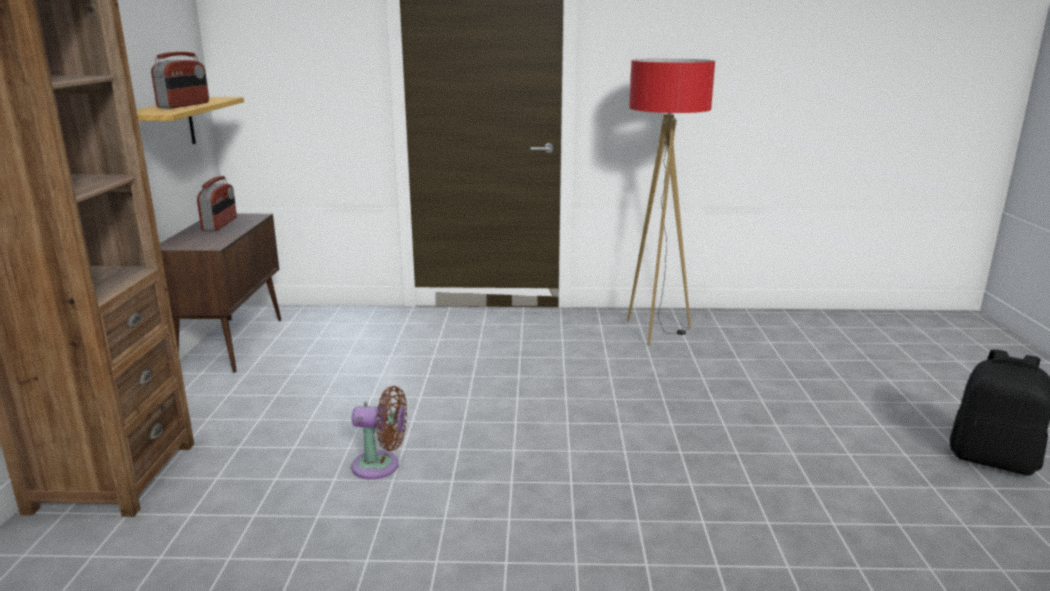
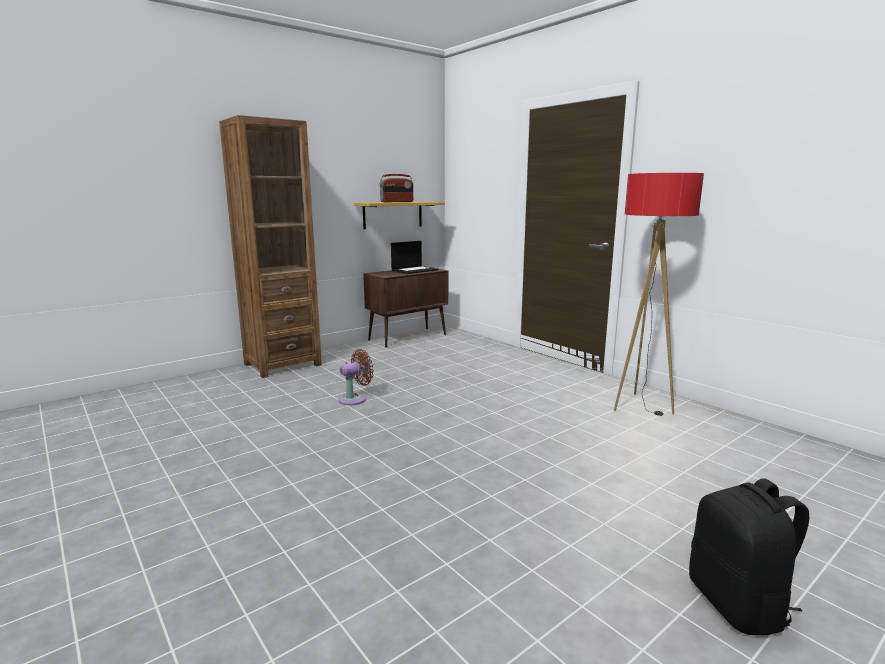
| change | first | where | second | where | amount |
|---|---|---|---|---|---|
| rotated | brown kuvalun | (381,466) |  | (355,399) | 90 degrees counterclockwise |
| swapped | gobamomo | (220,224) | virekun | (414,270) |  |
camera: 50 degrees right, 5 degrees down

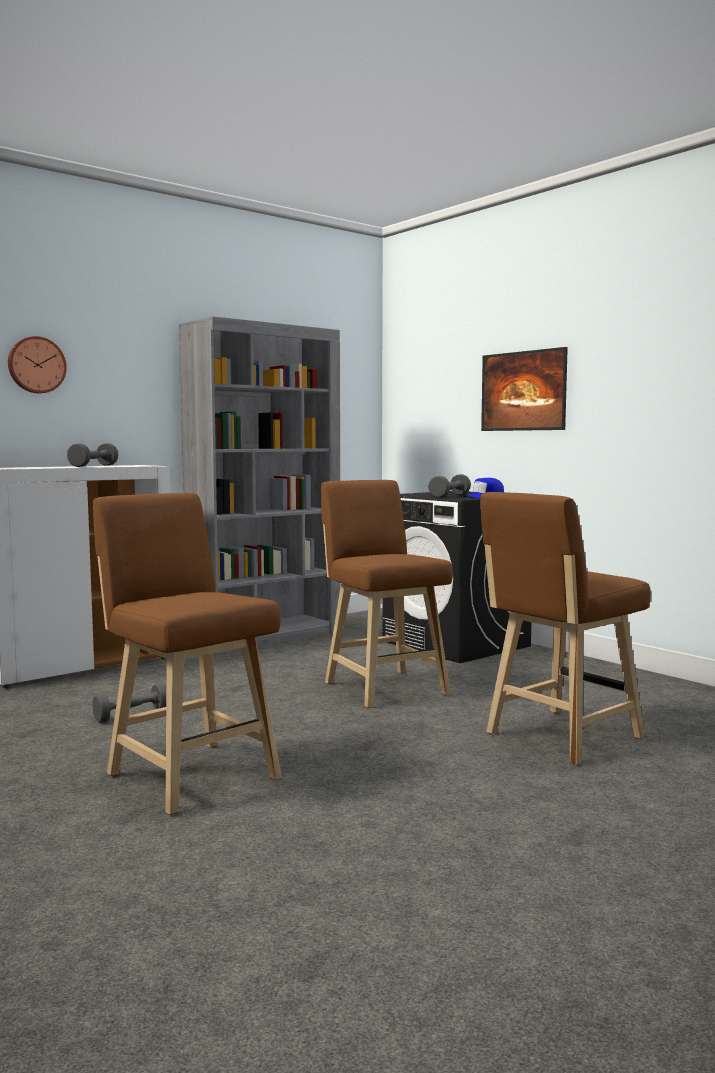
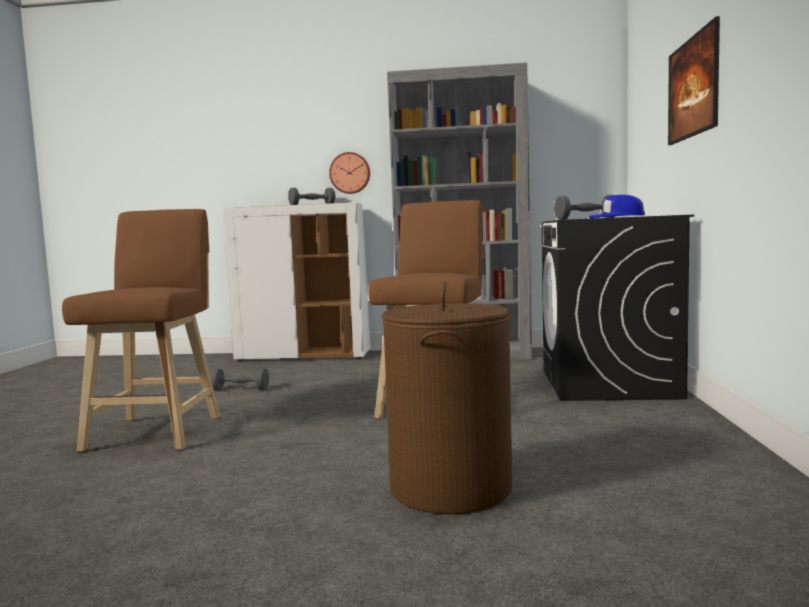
| change | first | where | second | where | amount |
|---|---|---|---|---|---|
| shifted | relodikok | (36,365) |  | (350,173) |  |
| swapped | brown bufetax | (558,738) | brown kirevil | (450,488) |  |
camera: 45 degrees right, 0 degrees up

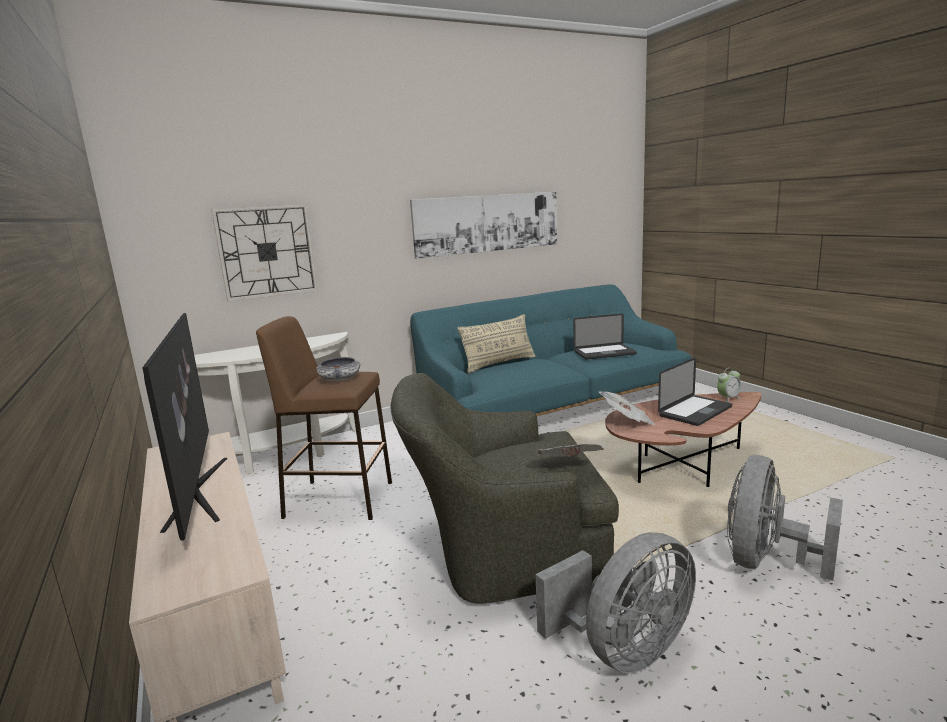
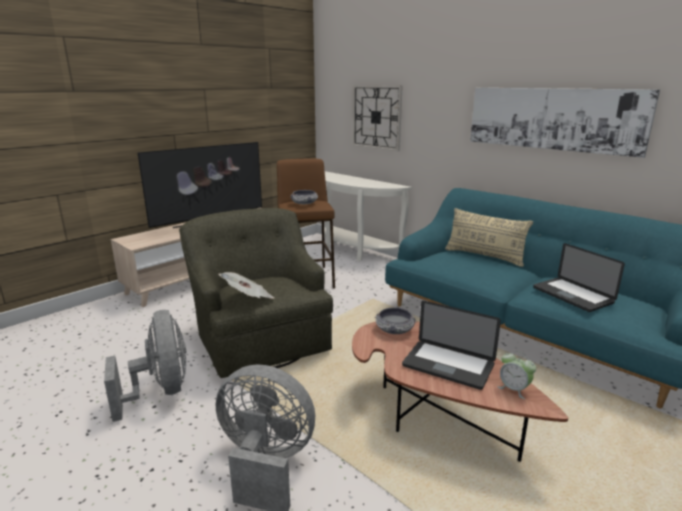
| change | first | where | second | where | amount |
|---|---|---|---|---|---|
| rotated | grey kuvalun | (624,650) |  | (161,391) | 150 degrees counterclockwise |
| swapped | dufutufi | (627,421) | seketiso | (394,329) |  |
camera: 70 degrees right, 5 degrees up

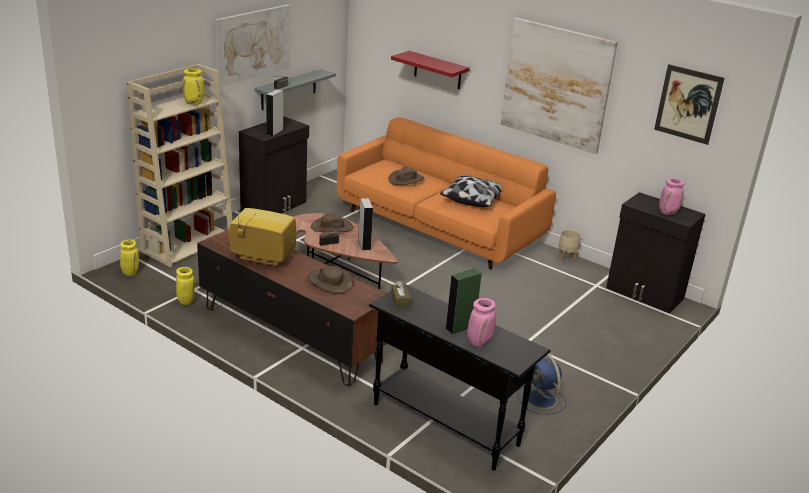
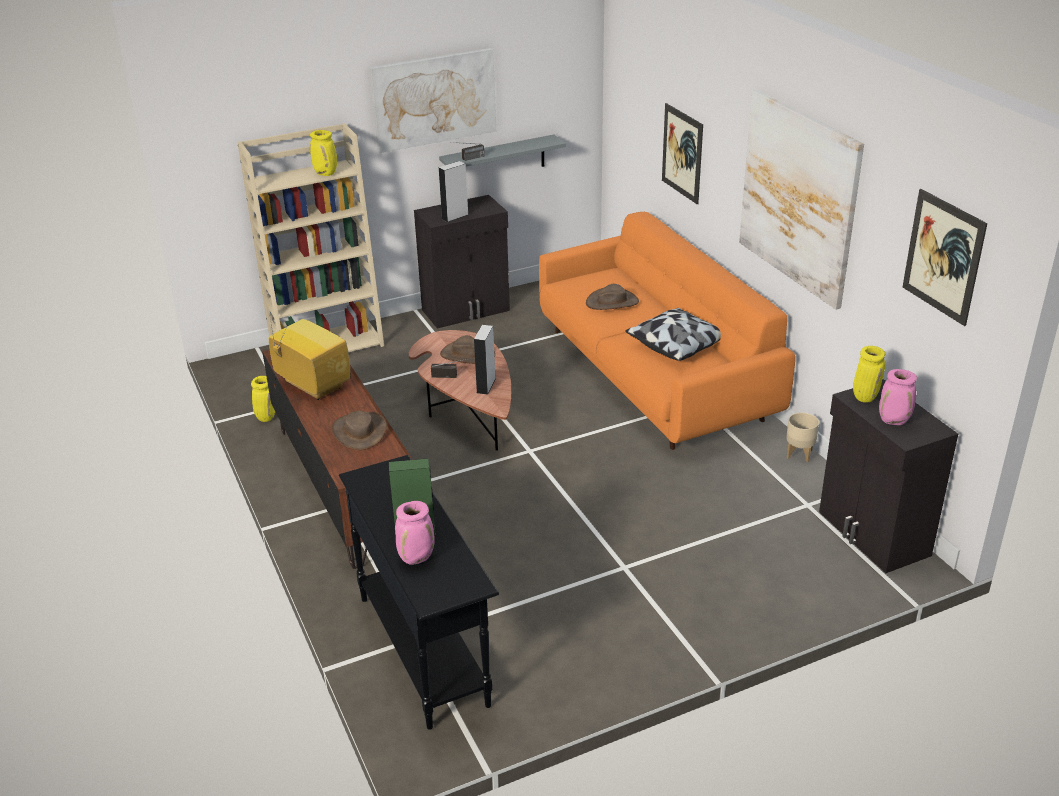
| change | first | where | second | where | amount |
|---|---|---|---|---|---|
| swapped | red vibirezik | (437,70) | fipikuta | (682,153) |  |
| shifted | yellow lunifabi | (130,272) |  | (864,397) |  |
| gone | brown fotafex | (400,301) |  |  |  |
| gone | blue kuvalun | (541,400) |  |  |  |
camera: 30 degrees right, 5 degrees up

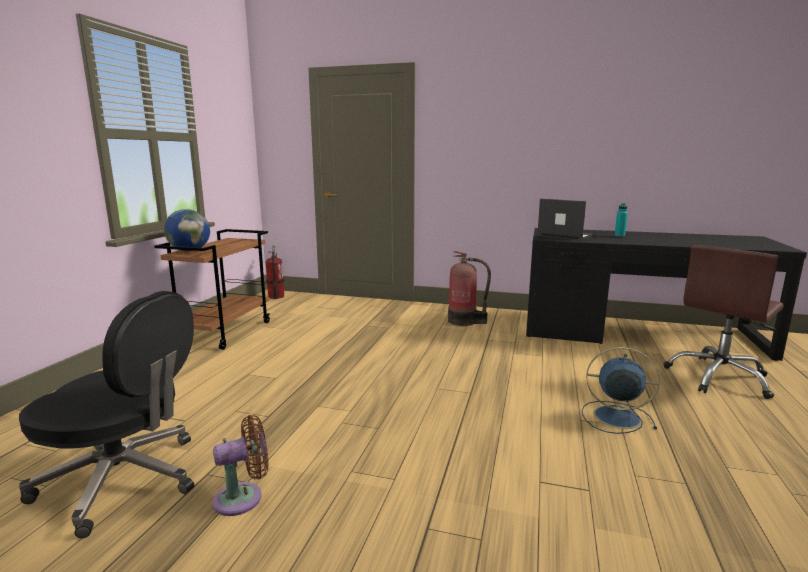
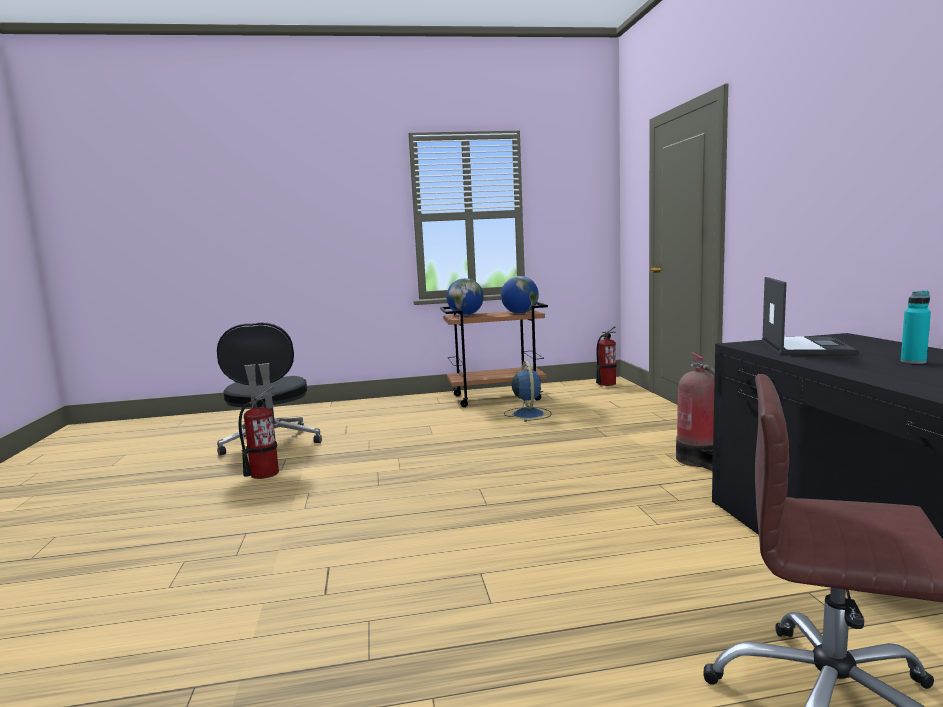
| change | first | where | second | where | amount |
|---|---|---|---|---|---|
| swapped | brown kuvalun | (243,498) | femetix | (264,474) |  |
| new |  |  | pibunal | (520,313) |  |
| shifted | blue kuvalun | (614,417) |  | (528,414) |  |
camera: 65 degrees right, 5 degrees down

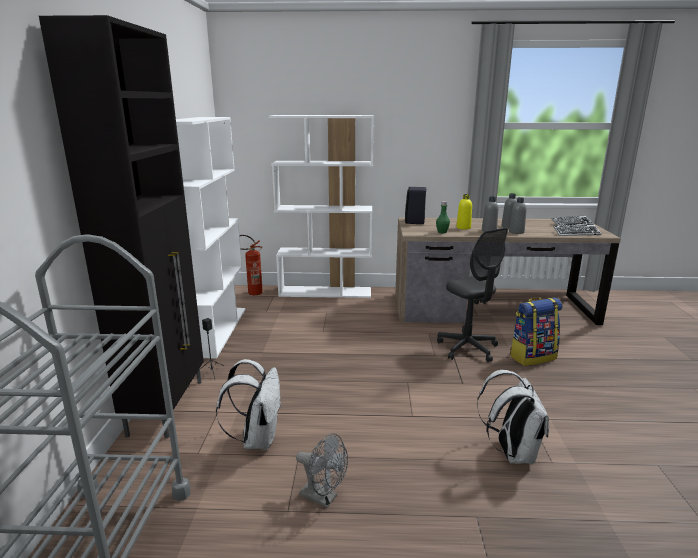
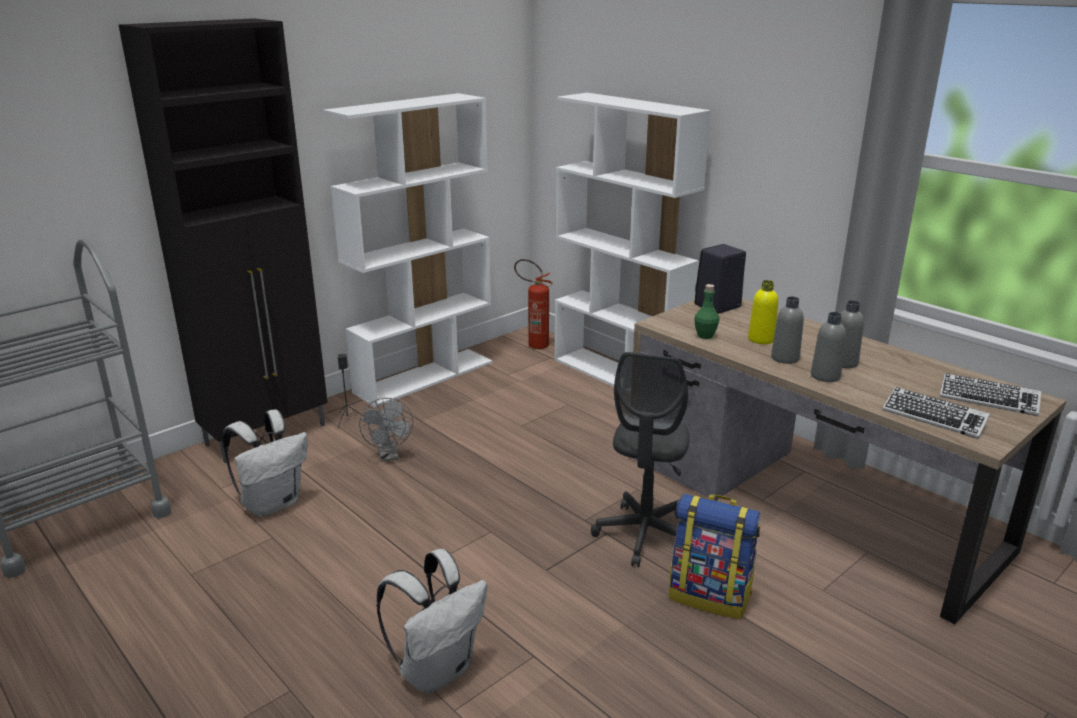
| change | first | where | second | where | amount |
|---|---|---|---|---|---|
| shifted | grey kuvalun | (323,497) |  | (389,456) |  |
camera: 45 degrees right, 5 degrees up

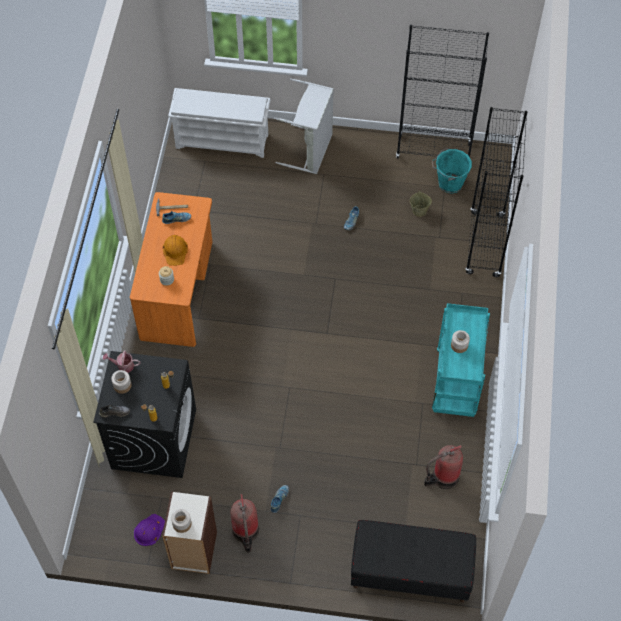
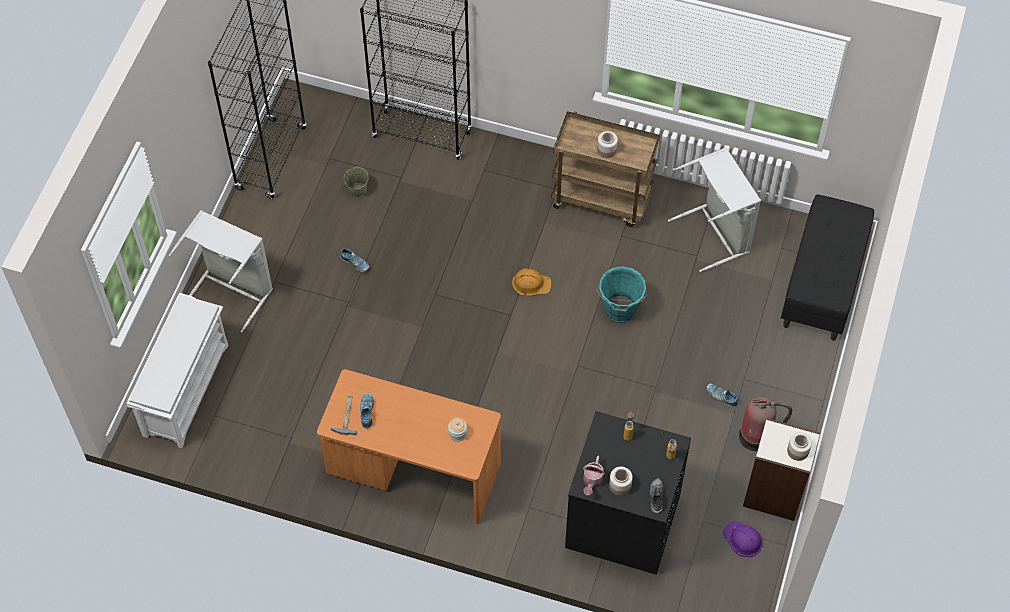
| change | first | where | second | where | amount |
|---|---|---|---|---|---|
| shifted | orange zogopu | (175,251) |  | (531,283) |  |
| repainted | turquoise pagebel | (456,384) | brown pagebel | (603,198) |  |
| shifted | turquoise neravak | (449,183) |  | (620,310) |  |
| swapped | femetix | (443,478) | grey kirevil | (716,233) |  |
camera: 80 degrees left, 0 degrees up

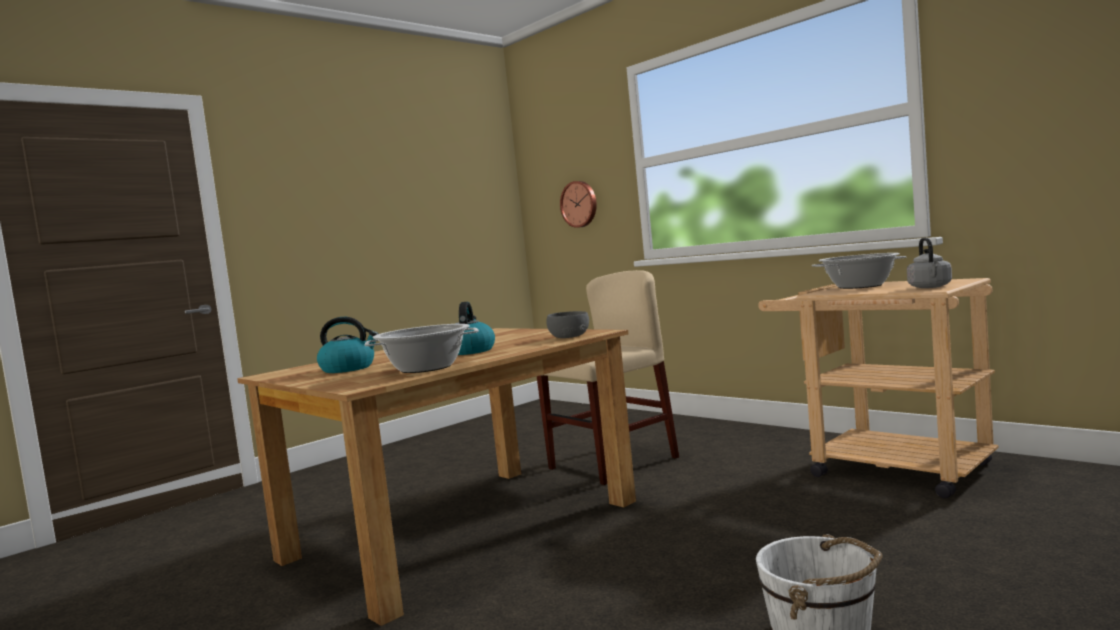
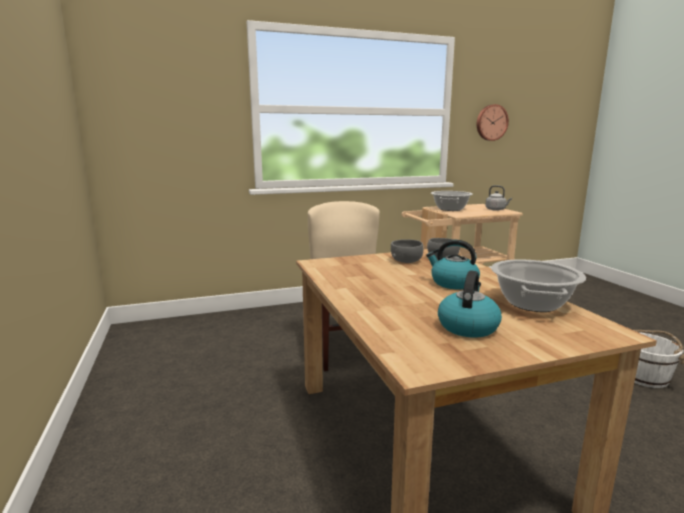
| change | first | where | second | where | amount |
|---|---|---|---|---|---|
| new |  |  | grey seketiso | (406,260) |  |
| shifted | relodikok | (579,204) |  | (491,122) |  |
camera: 65 degrees left, 10 degrees up

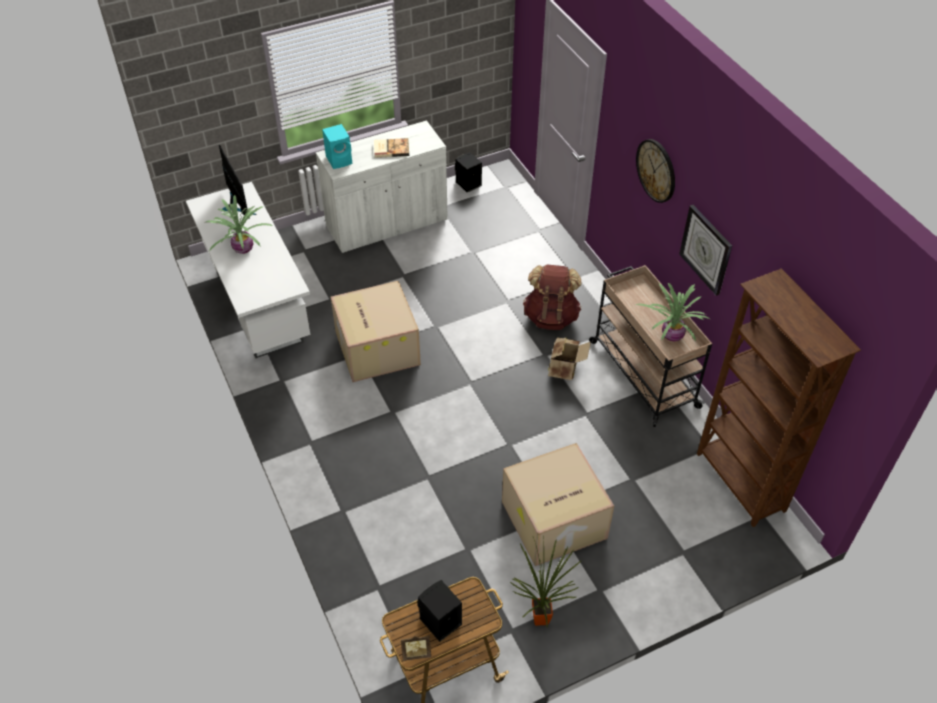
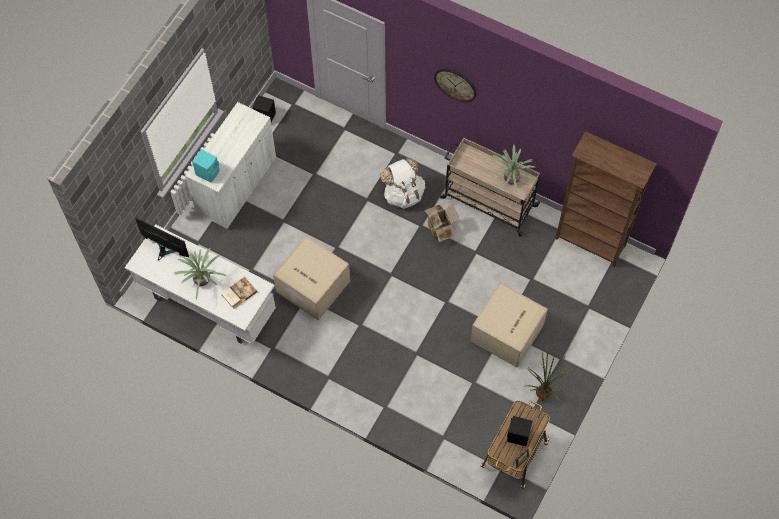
| change | first | where | second | where | amount |
|---|---|---|---|---|---|
| shifted | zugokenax | (391,149) |  | (238,293) |  |
| repainted | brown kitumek | (551,316) | white kitumek | (403,194) |  |
| gone | relodikok | (706,249) |  |  |  |
camera: 35 degrees left, 15 degrees up

